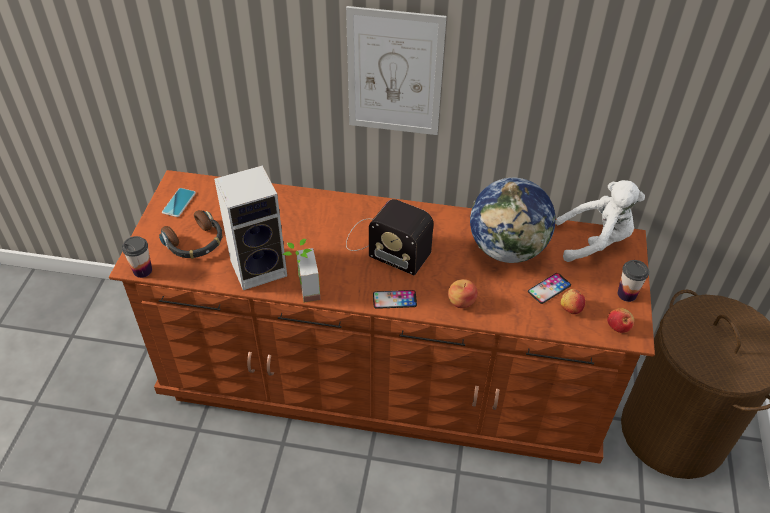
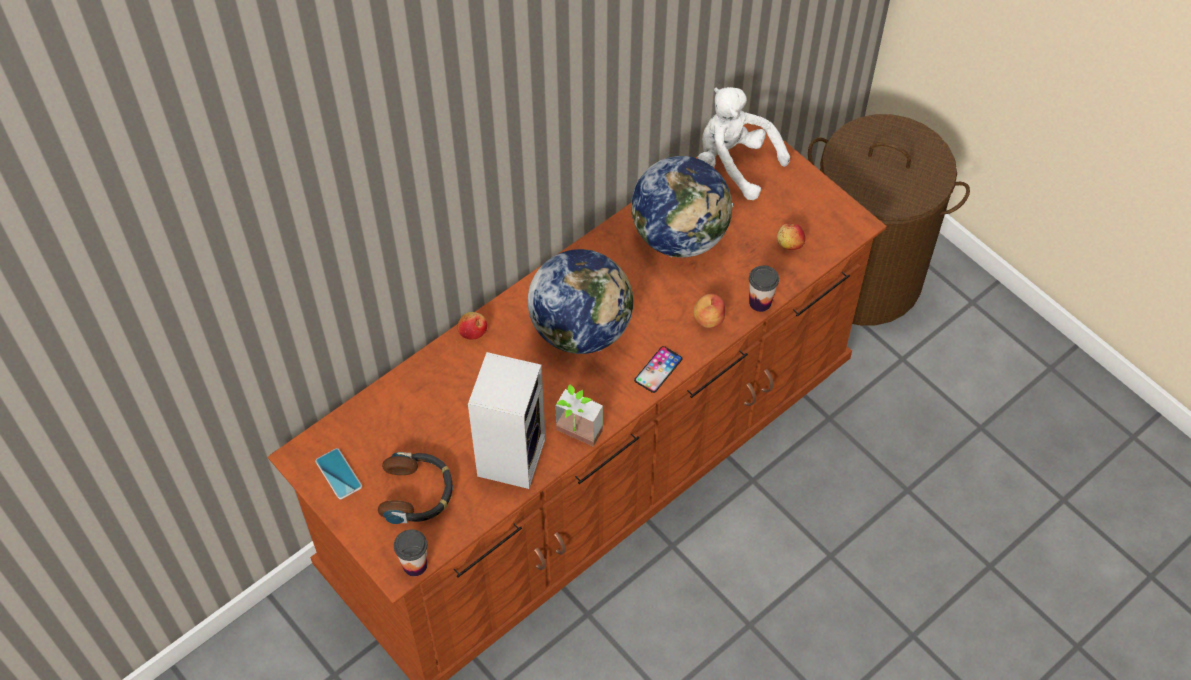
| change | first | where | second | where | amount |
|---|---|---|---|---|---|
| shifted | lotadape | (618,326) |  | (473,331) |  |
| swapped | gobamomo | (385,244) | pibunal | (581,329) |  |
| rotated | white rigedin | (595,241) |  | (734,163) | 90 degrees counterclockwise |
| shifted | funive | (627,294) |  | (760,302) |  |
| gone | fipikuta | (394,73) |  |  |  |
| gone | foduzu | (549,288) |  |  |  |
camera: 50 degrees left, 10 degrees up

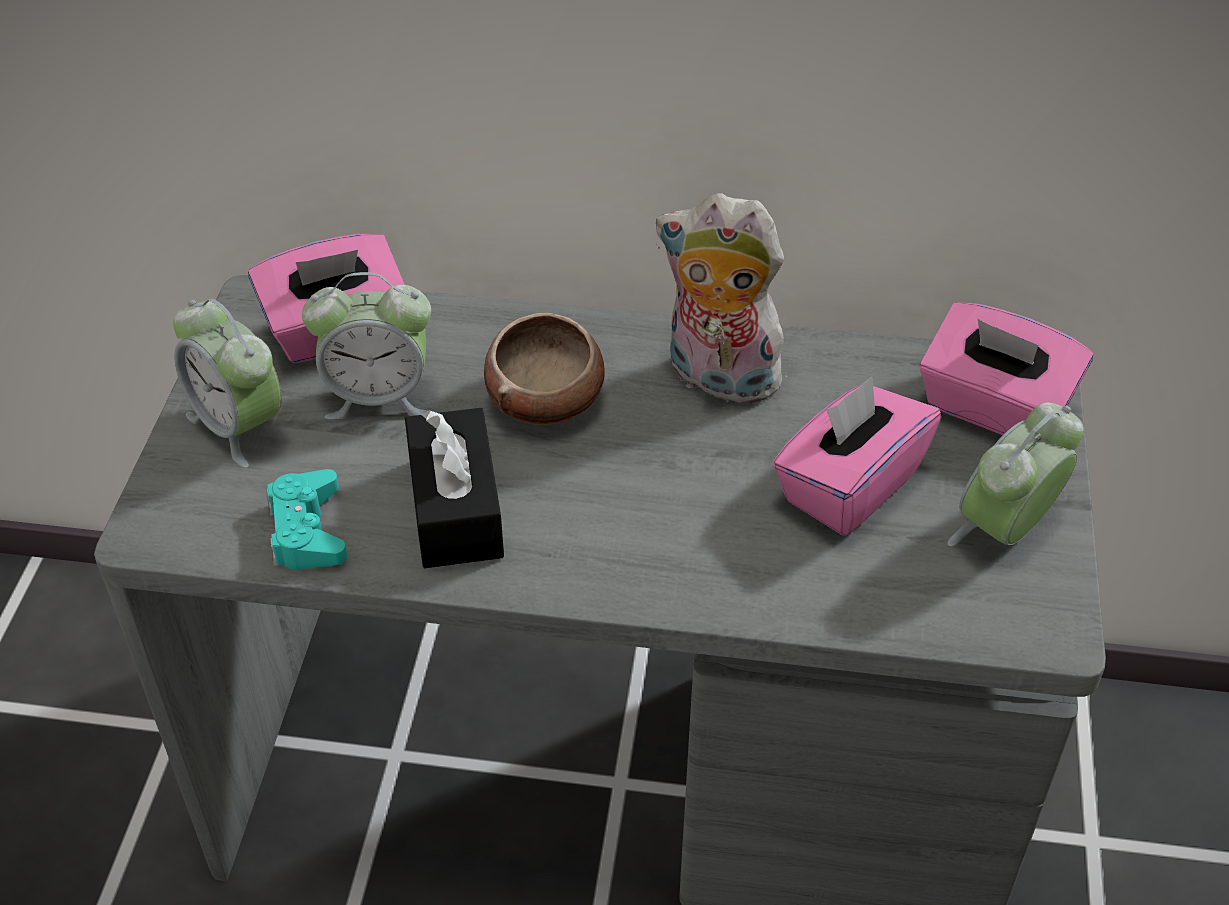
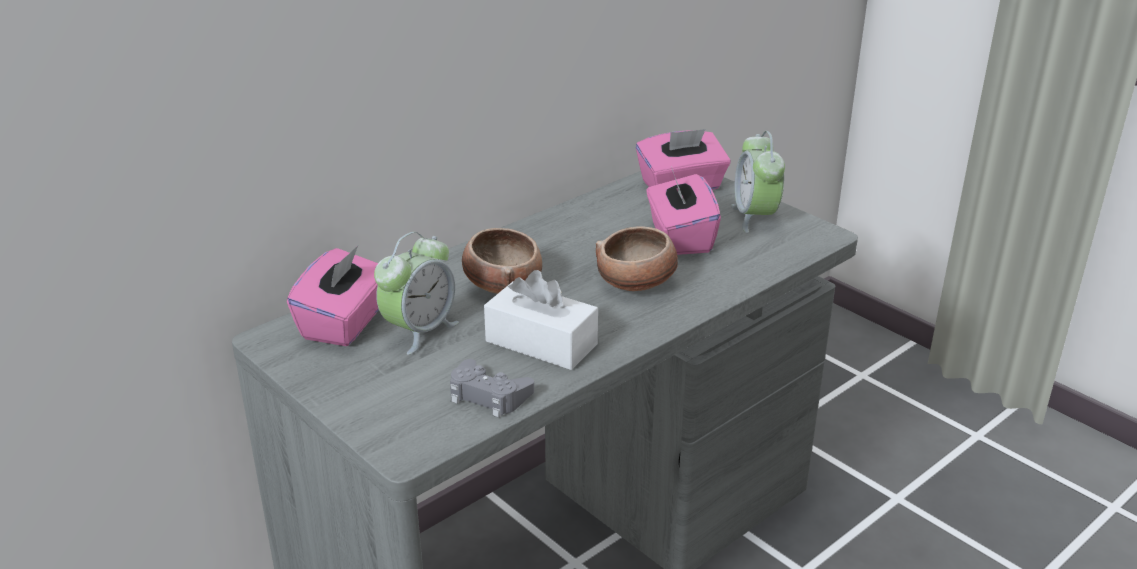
| change | first | where | second | where | amount |
|---|---|---|---|---|---|
| repainted | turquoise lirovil | (307,530) | grey lirovil | (488,395) |  |
| repainted | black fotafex | (456,508) | white fotafex | (541,343) |  |
| new |  |  | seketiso | (637,283) |  |
| gone | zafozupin | (239,426) |  |  |  |
| gone | rigedin | (717,379) |  |  |  |
camera: 50 degrees left, 15 degrees down

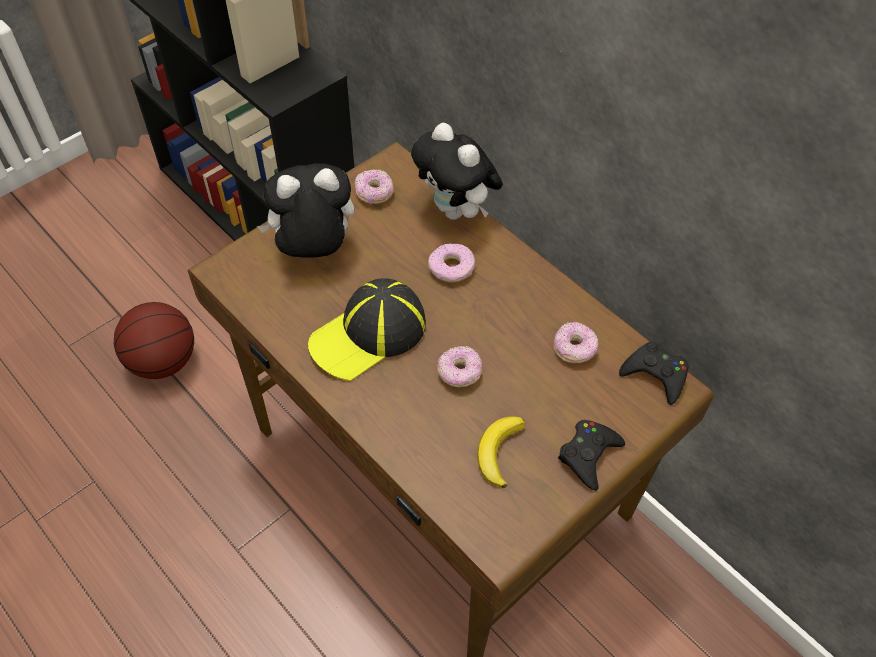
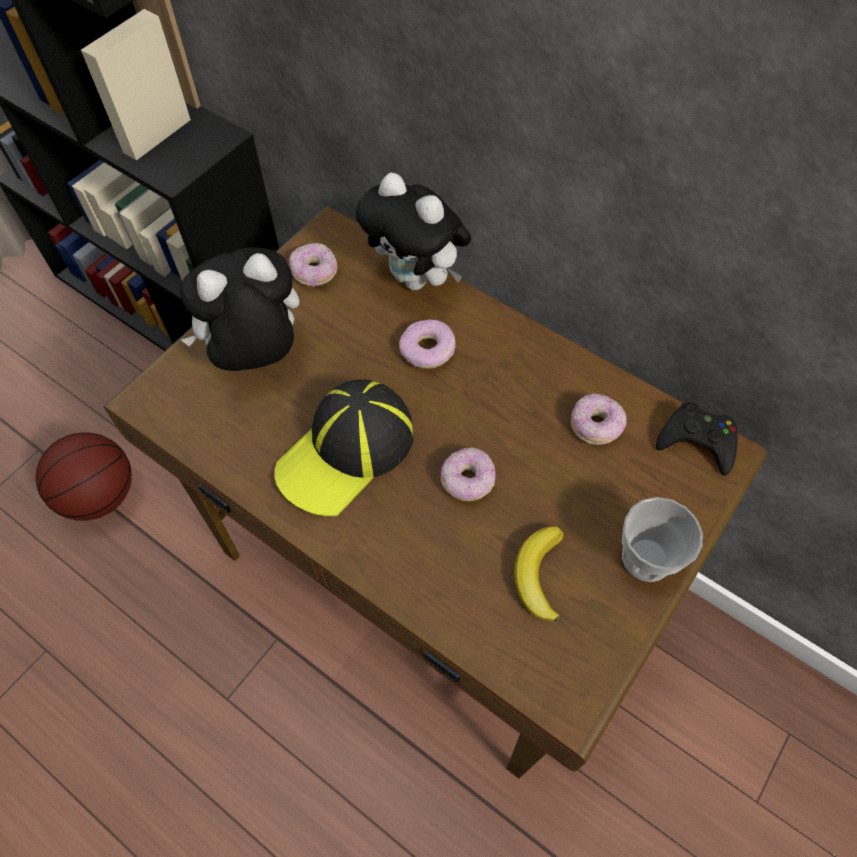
| change | first | where | second | where | amount |
|---|---|---|---|---|---|
| swapped | black lirovil | (588,455) | funive | (646,558) |  |
camera: 10 degrees left, 5 degrees up

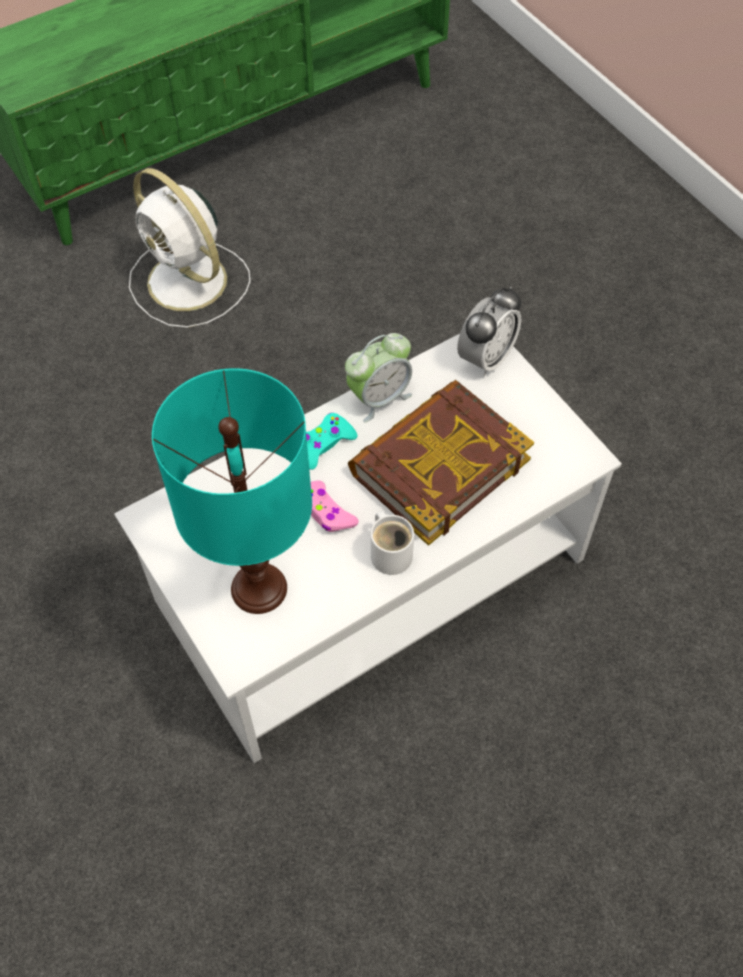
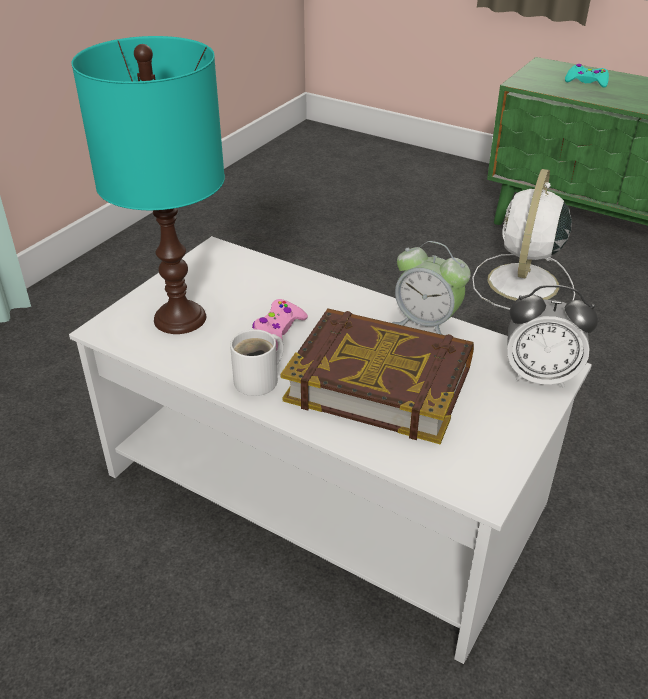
| change | first | where | second | where | amount |
|---|---|---|---|---|---|
| shifted | turquoise lirovil | (324,444) |  | (586,82) |  |
camera: 65 degrees right, 20 degrees down

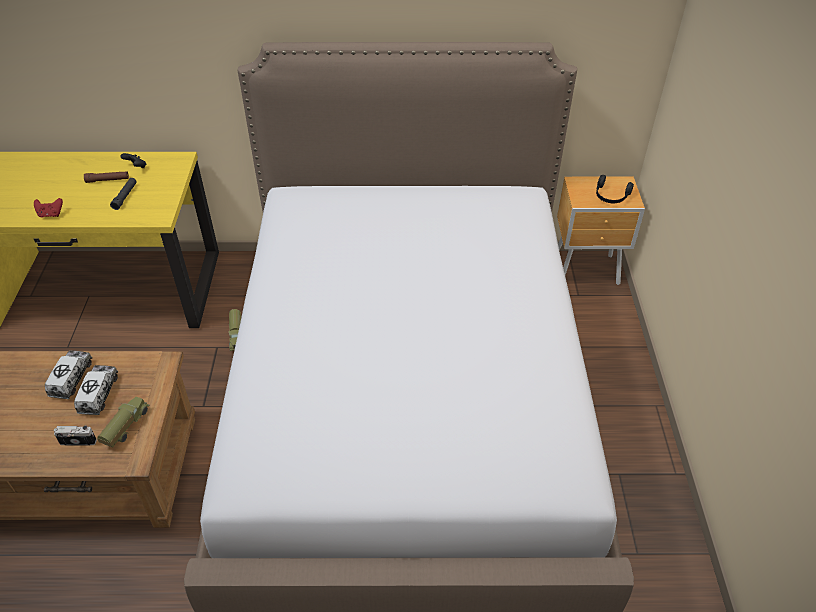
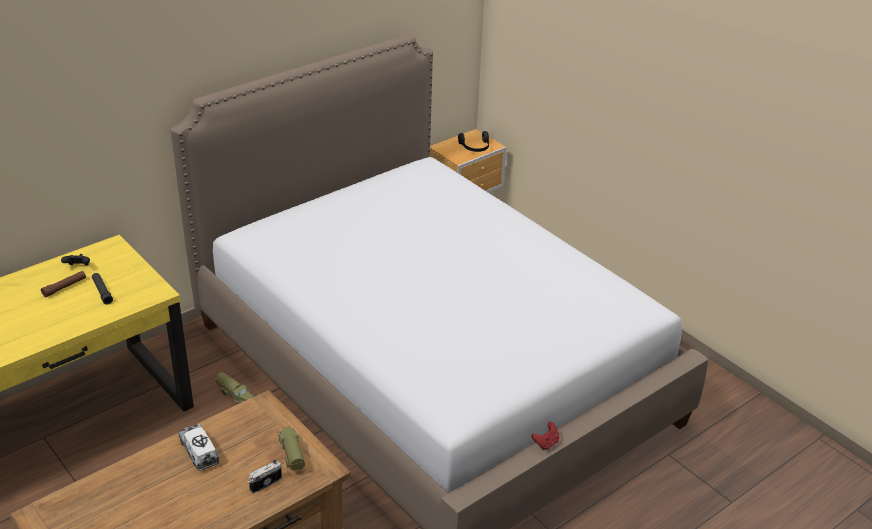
| change | first | where | second | where | amount |
|---|---|---|---|---|---|
| shifted | red lirovil | (51,214) |  | (546,443) |  |
| gone | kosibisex | (99,394) |  |  |  |
camera: 40 degrees left, 10 degrees down

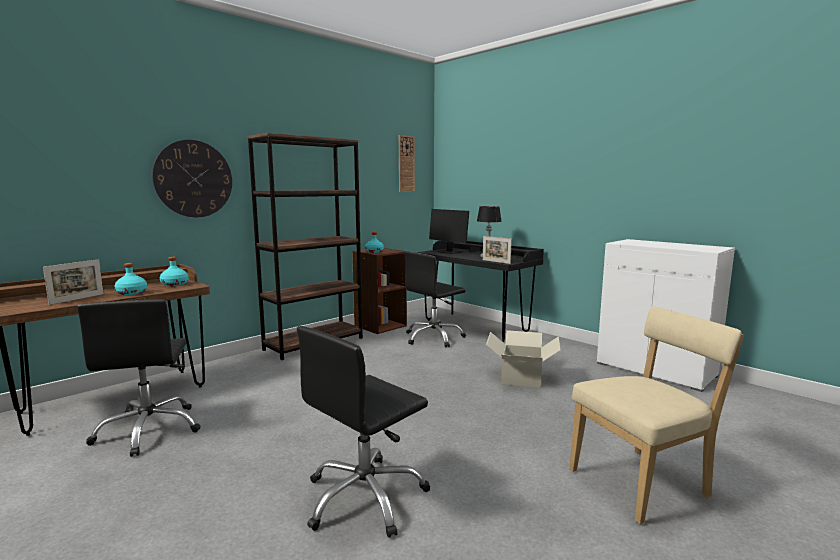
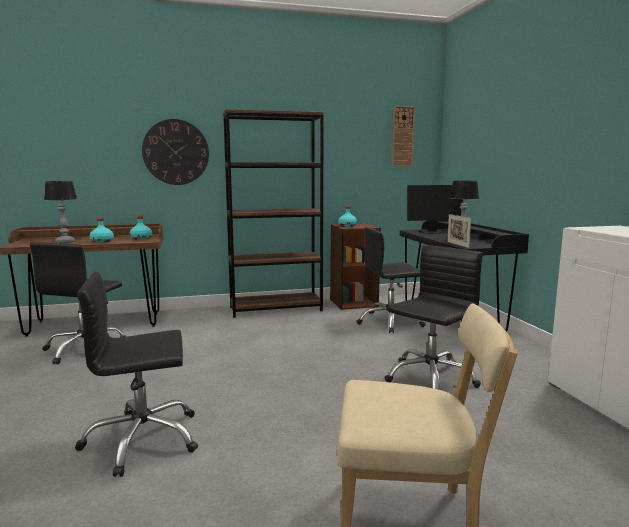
| change | first | where | second | where | amount |
|---|---|---|---|---|---|
| swapped | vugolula | (77,299) | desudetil | (65,242) |  |
| swapped | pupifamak | (522,377) | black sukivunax | (430,378) |  |
| rotated | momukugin | (449,252) |  | (432,232) | 90 degrees counterclockwise |
camera: 30 degrees right, 0 degrees up

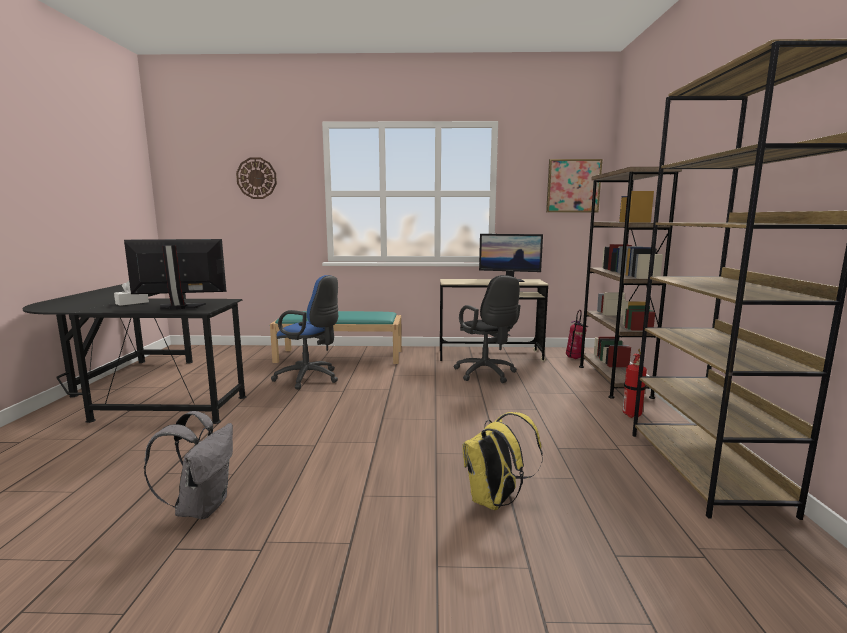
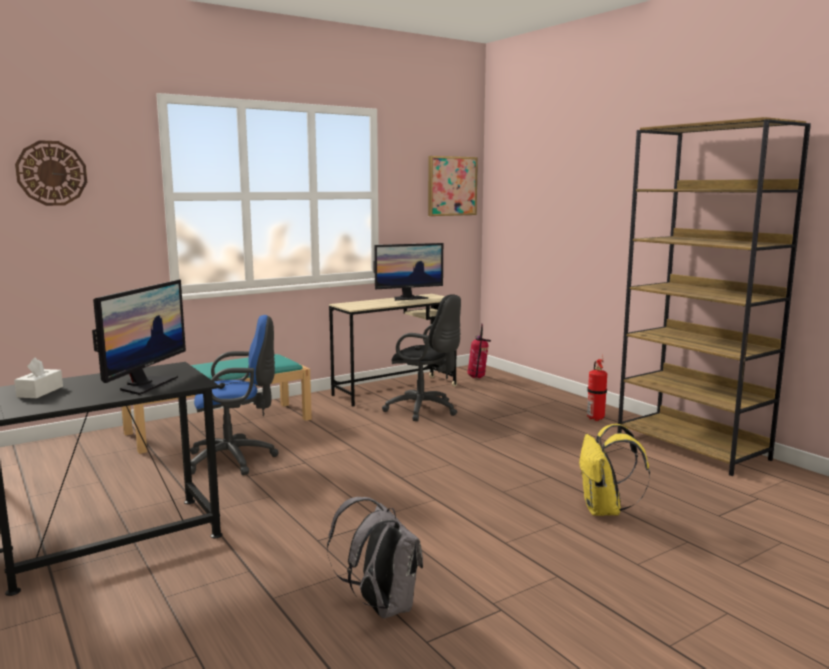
| change | first | where | second | where | amount |
|---|---|---|---|---|---|
| rotated | momukugin | (179,307) |  | (145,384) | 150 degrees clockwise |
| gone | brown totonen | (613,381) |  |  |  |
camera: 35 degrees left, 0 degrees up

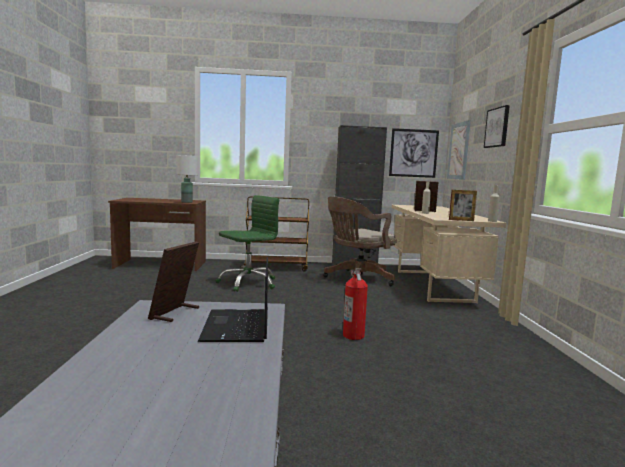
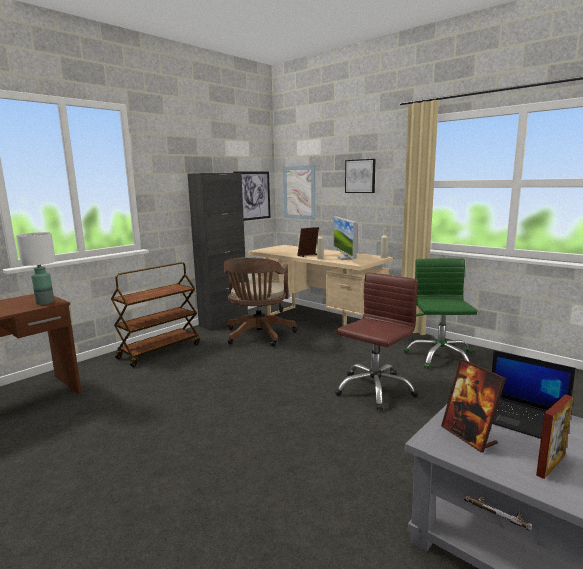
| change | first | where | second | where | amount |
|---|---|---|---|---|---|
| new |  |  | momukugin | (344,258) |  |
| swapped | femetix | (354,335) | brown sukivunax | (374,389) |  |
| shifted | green sukivunax | (248,283) |  | (439,356) |  |
| shifted | vugolula | (461,220) |  | (550,465) |  |
camera: 45 degrees left, 5 degrees up

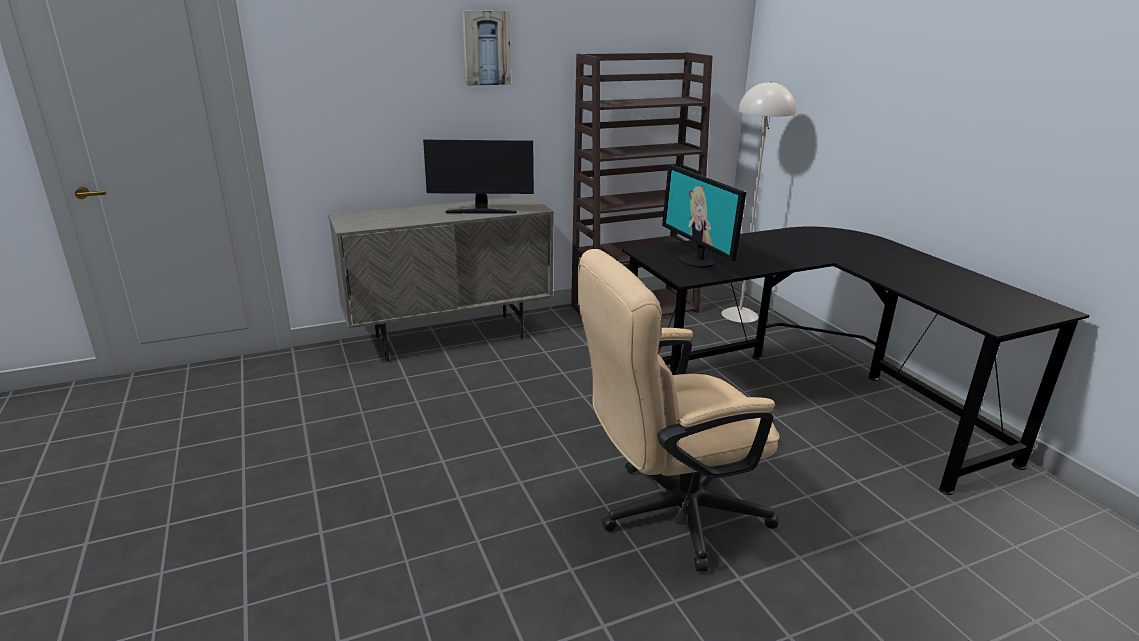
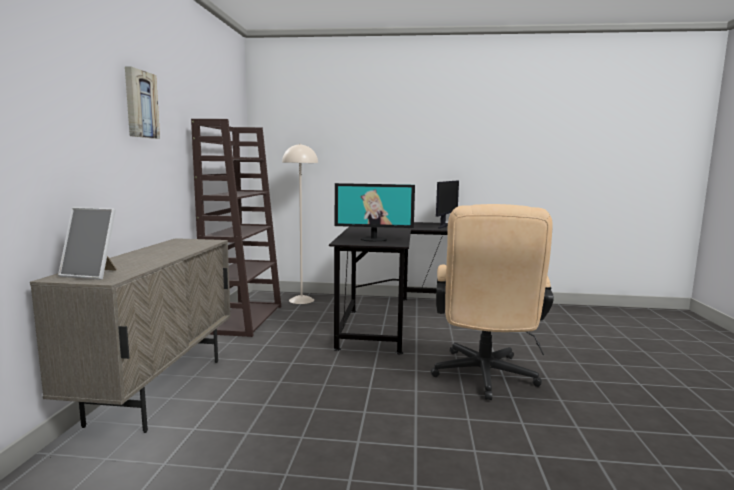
| change | first | where | second | where | amount |
|---|---|---|---|---|---|
| new |  |  | vugolula | (93,274) |  |
| shifted | momukugin | (481,211) |  | (445,225) |  |
camera: 60 degrees left, 15 degrees down

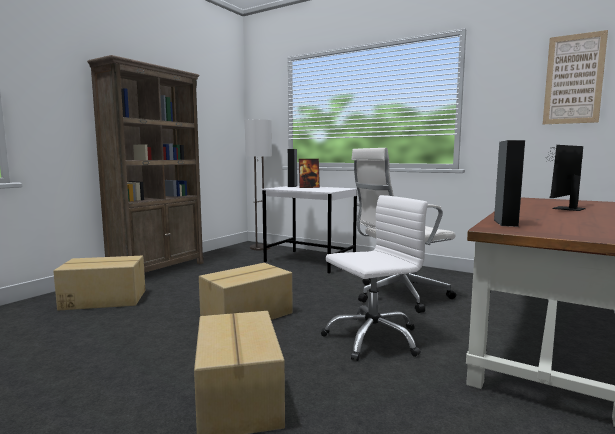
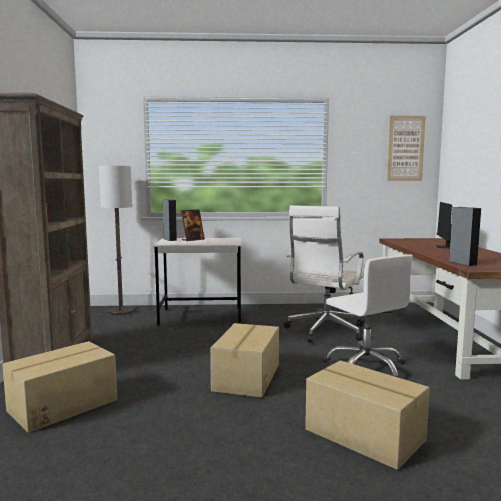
| change | first | where | second | where | amount |
|---|---|---|---|---|---|
| rotated | white sukivunax | (372,338) |  | (366,367) | 120 degrees clockwise |
camera: 35 degrees left, 0 degrees up

